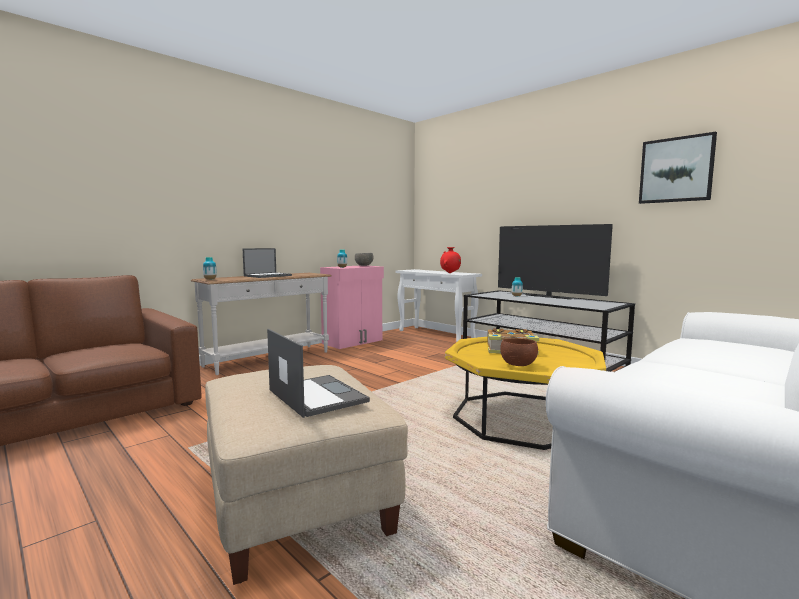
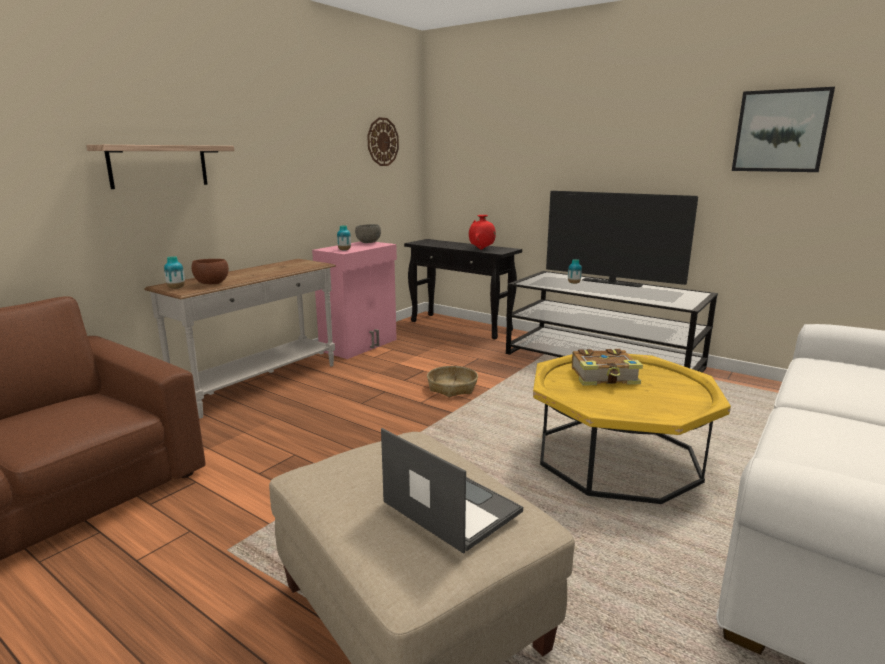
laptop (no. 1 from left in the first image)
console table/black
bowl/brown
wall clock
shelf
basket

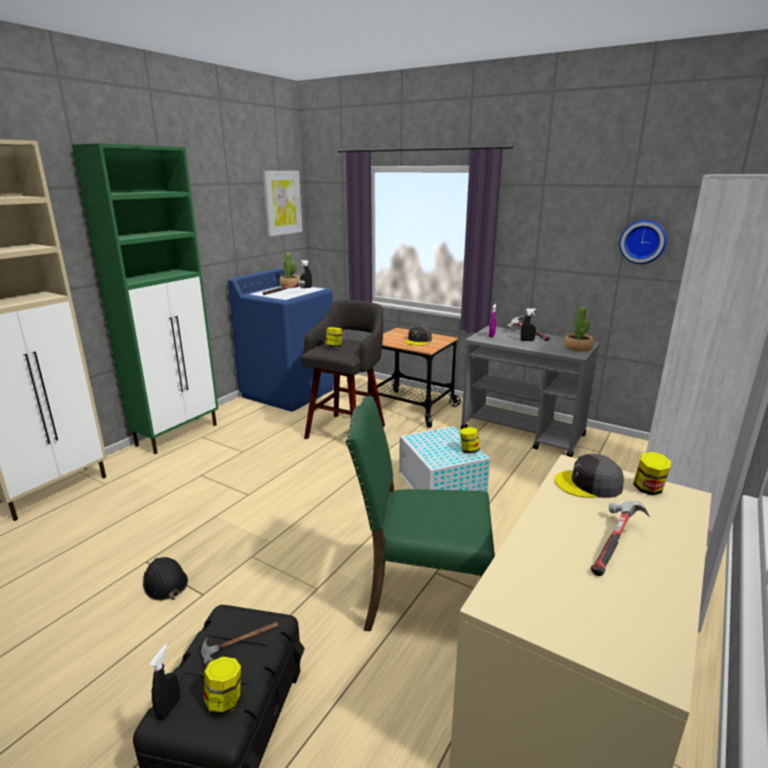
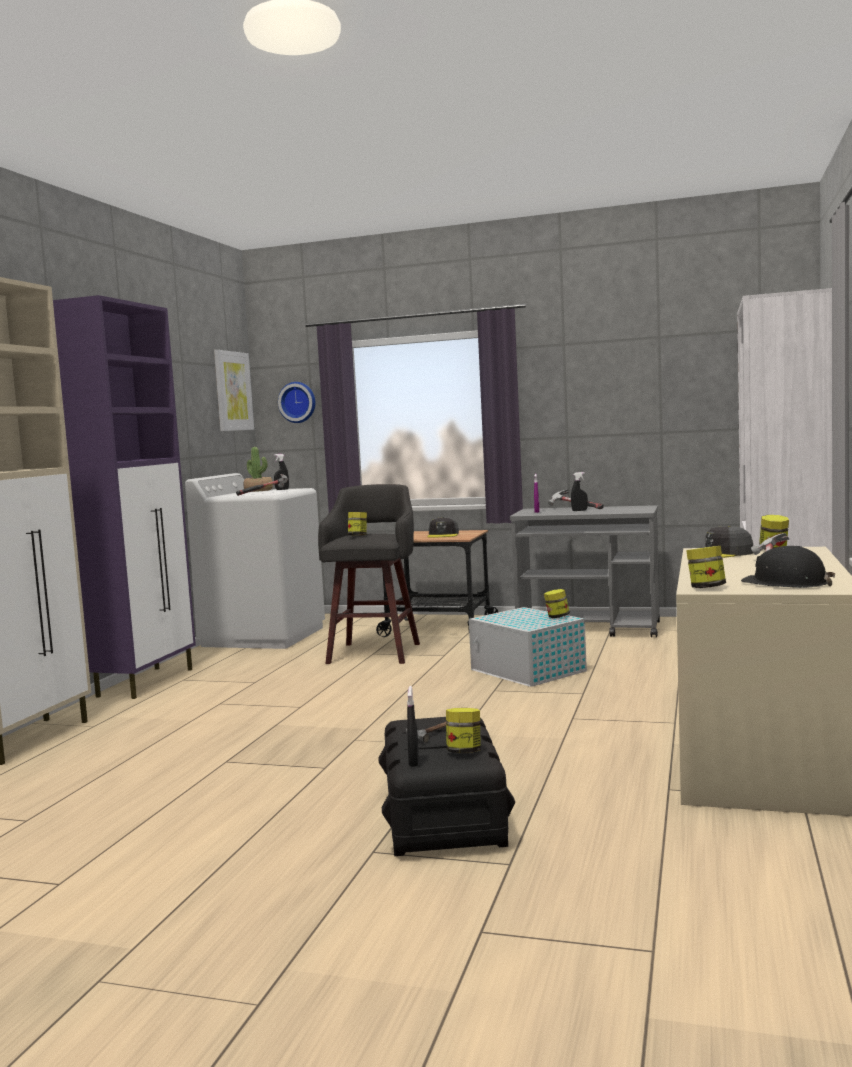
cabinet/purple
wall clock
washing machine/white
potted plant (no. 2 from left in the first image)
chair/green
hard hat/black
jar (no. 4 from left)

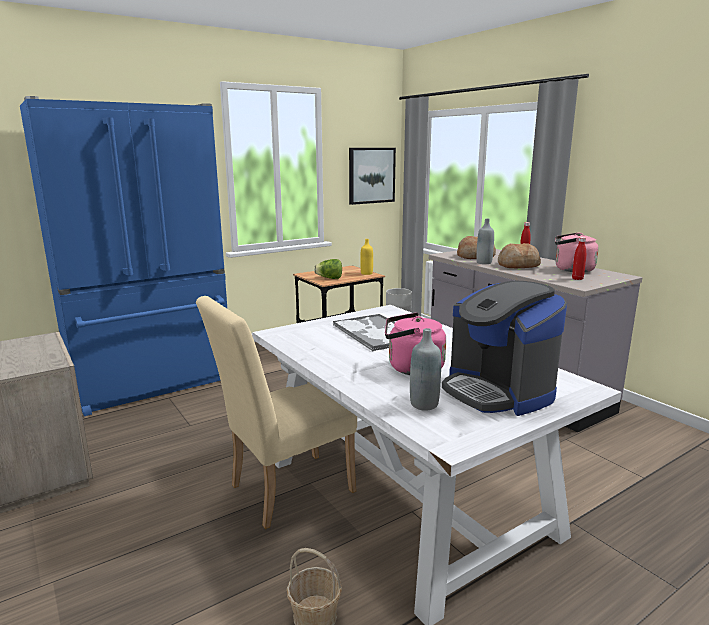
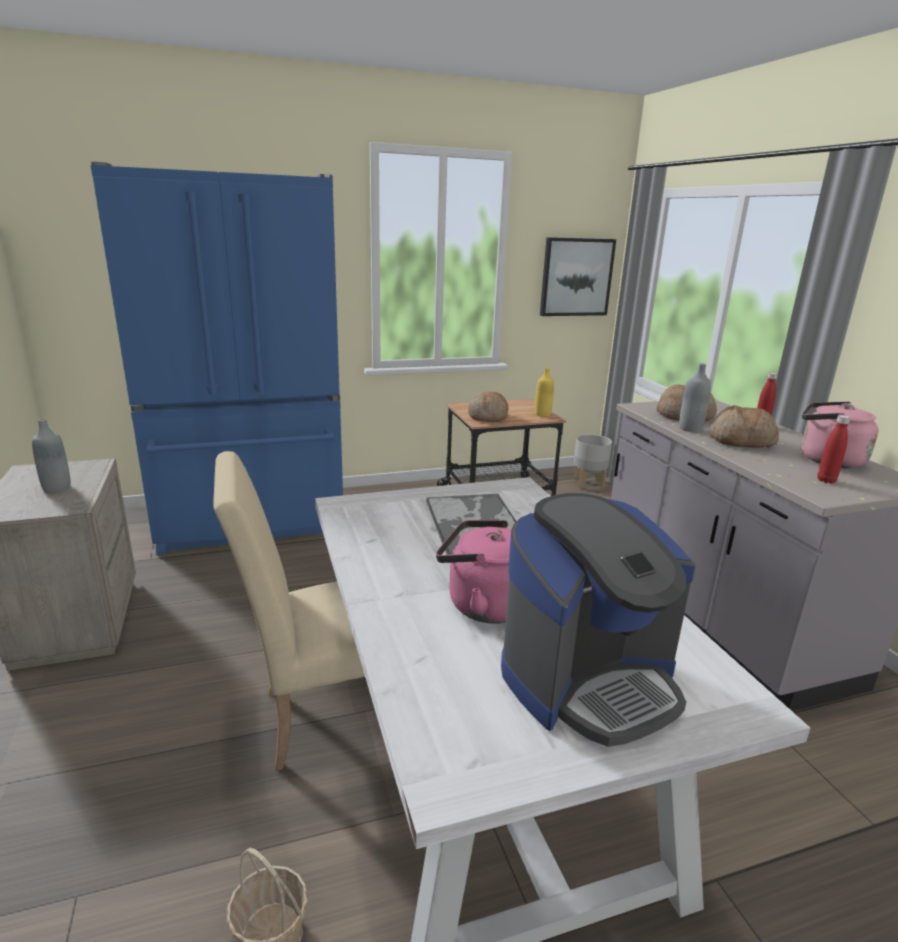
bread (no. 1 from left)
coffee machine
bottle/grey (no. 1 from left)

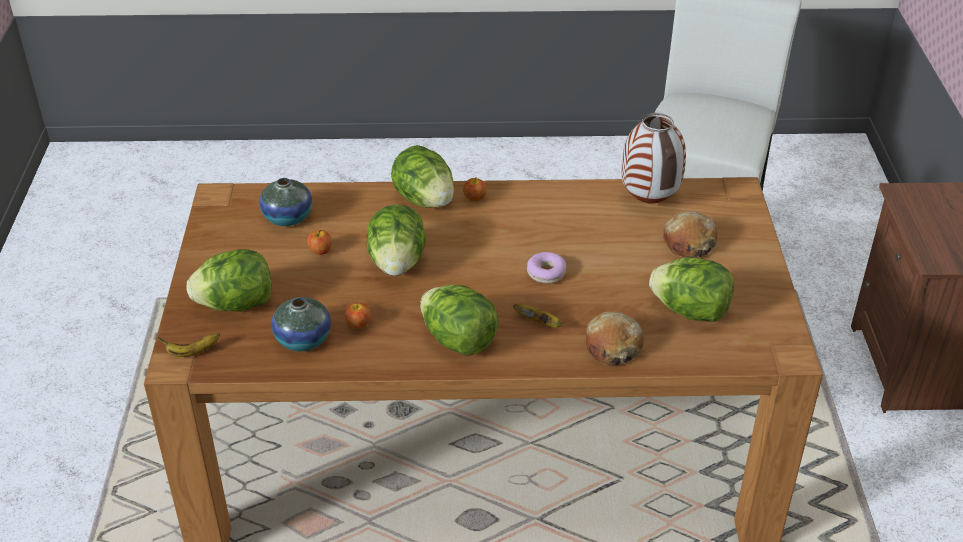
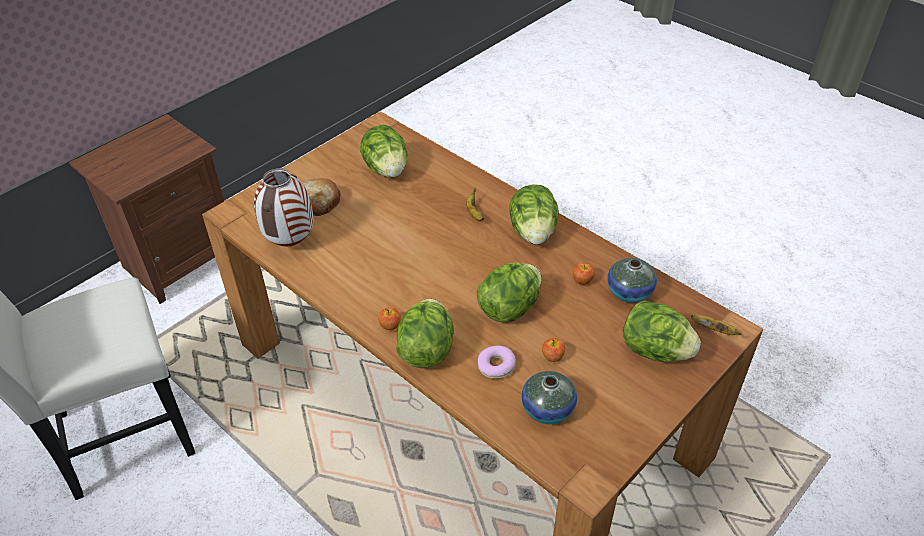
donut
bread (no. 1 from left in the first image)

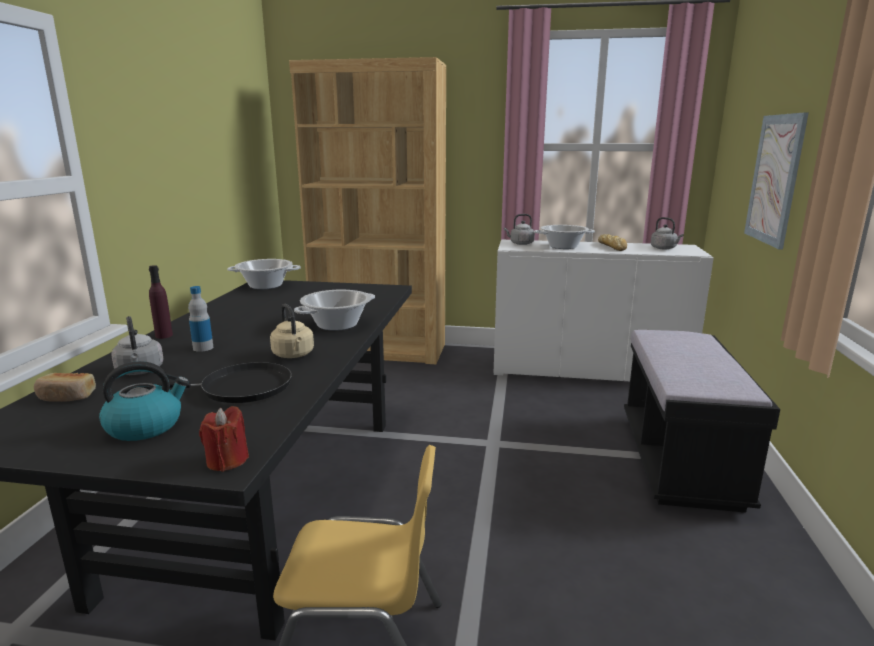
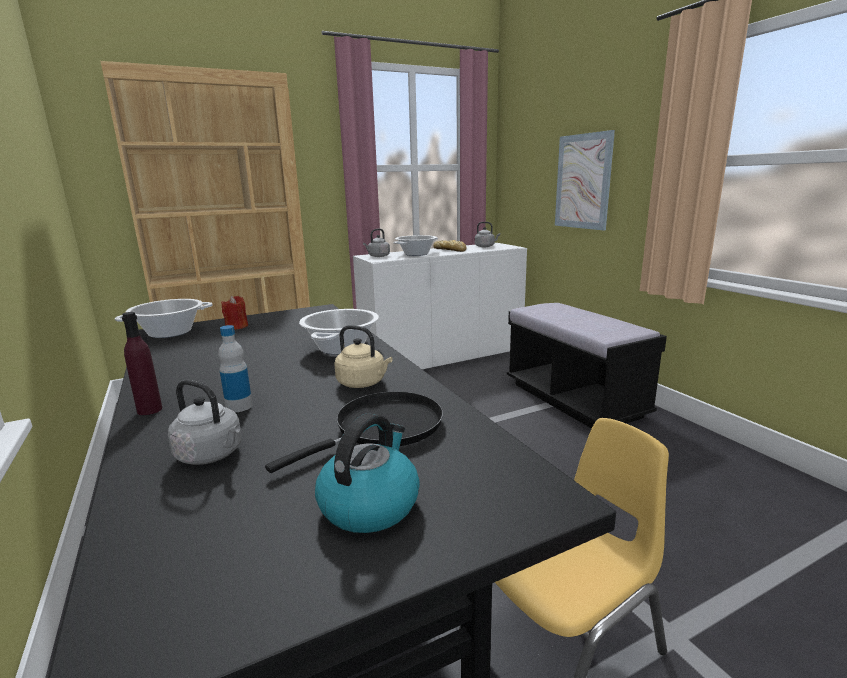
bread (no. 1 from left in the first image)
candle/red

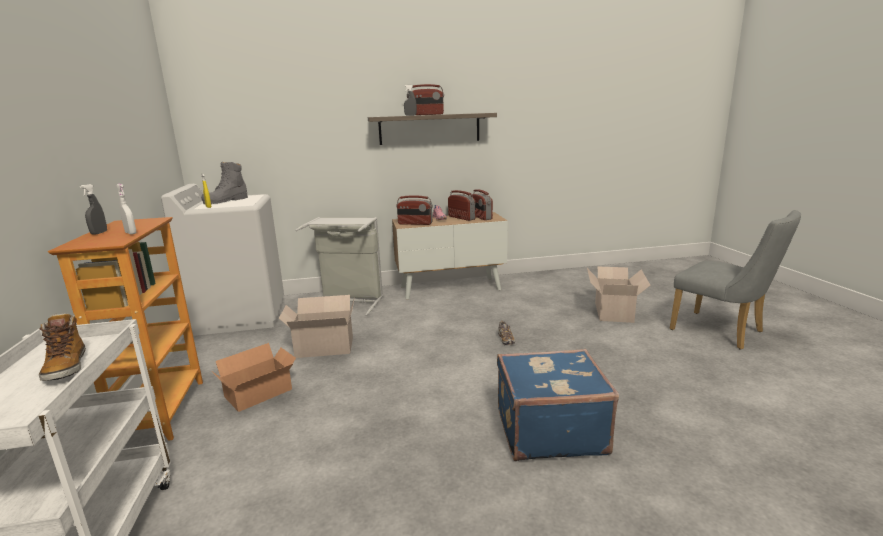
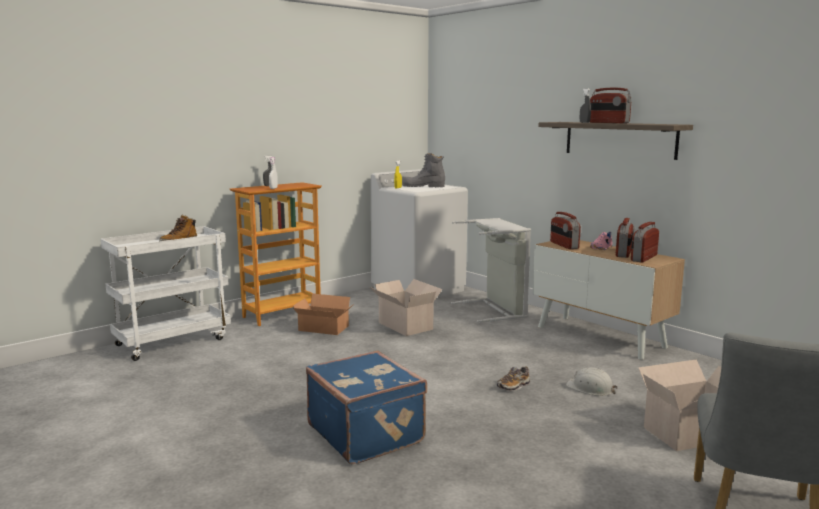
hard hat/white

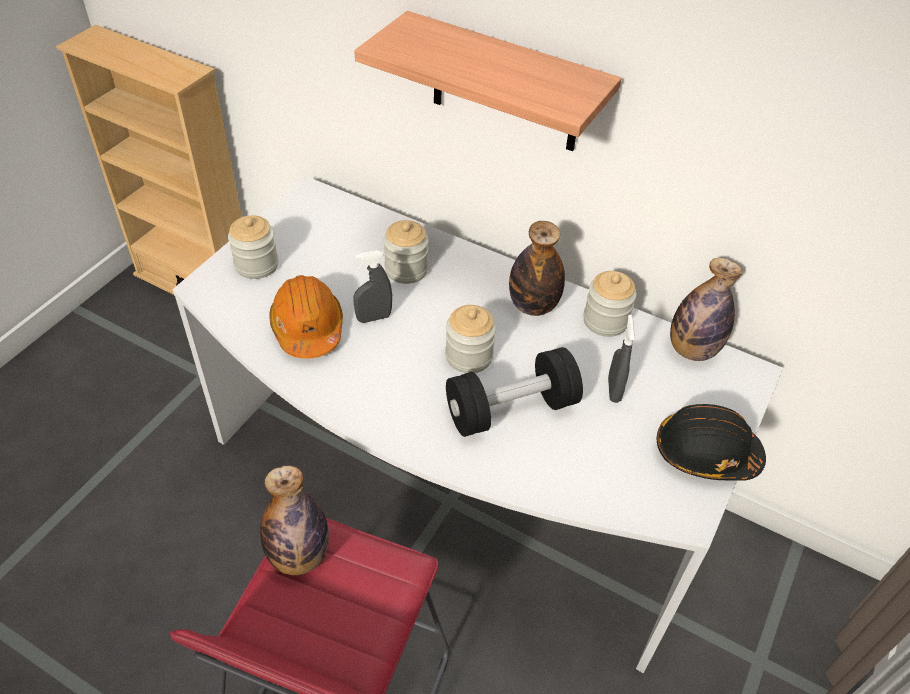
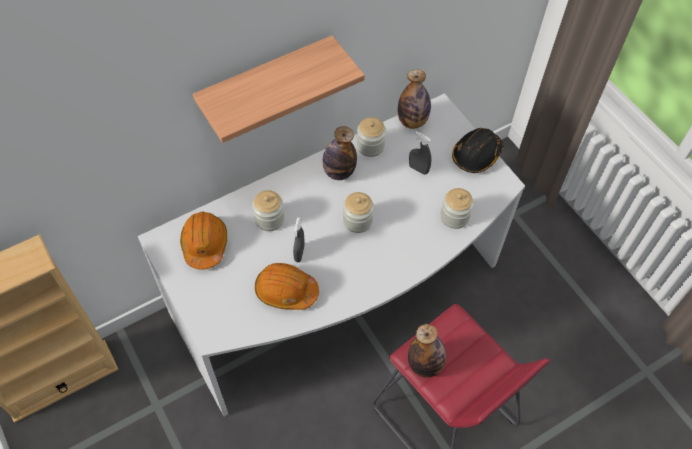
jar (no. 4 from left)
dumbbell/black
hard hat/orange (no. 1 from left)

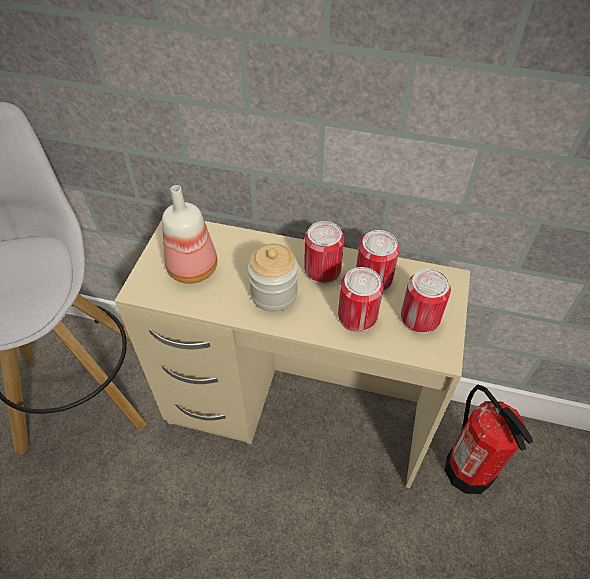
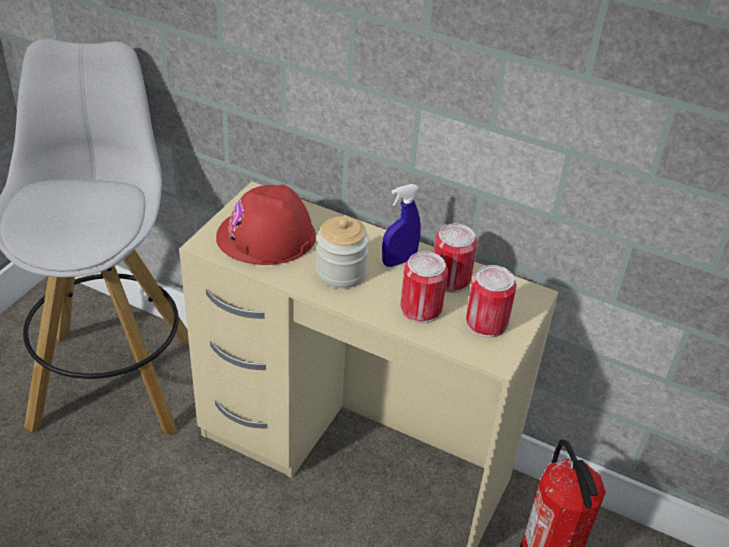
hard hat/red
spray bottle/blue

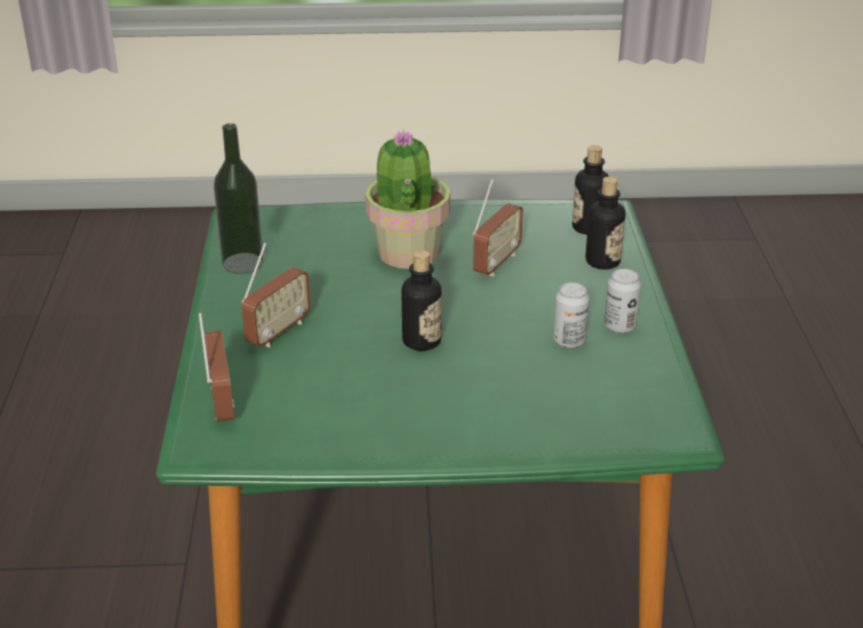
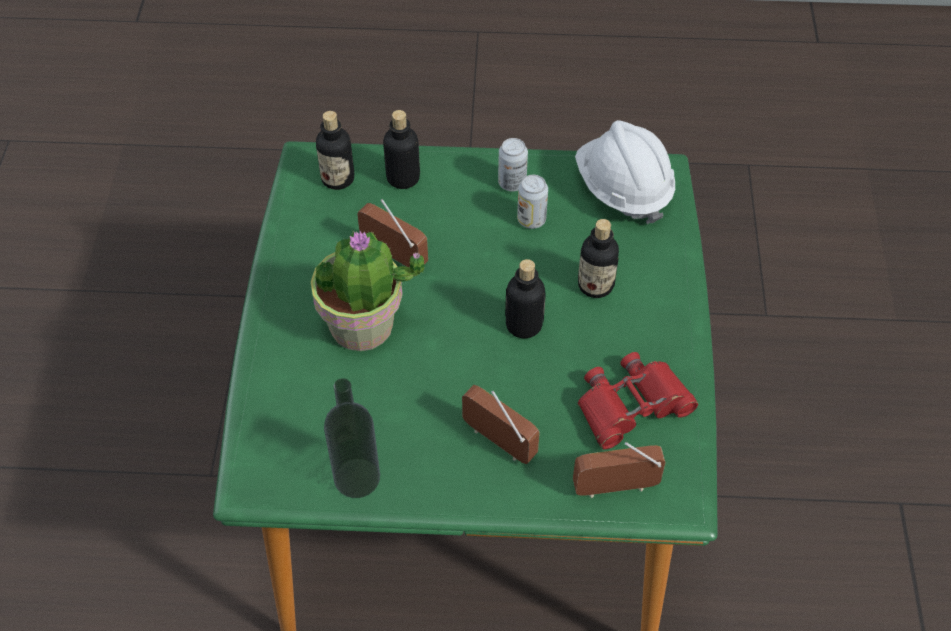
hard hat/white
bottle (no. 5 from left)
binoculars/red

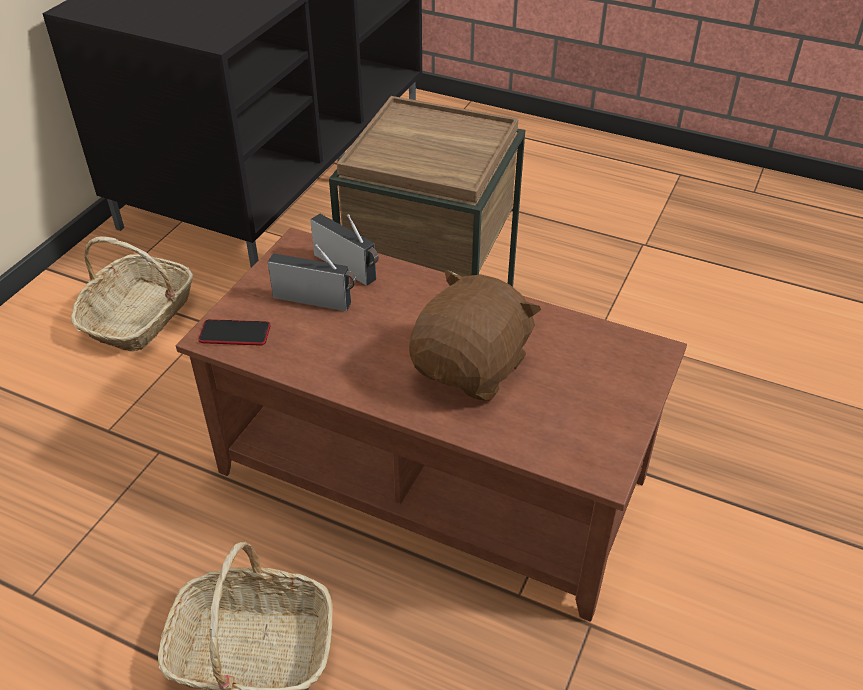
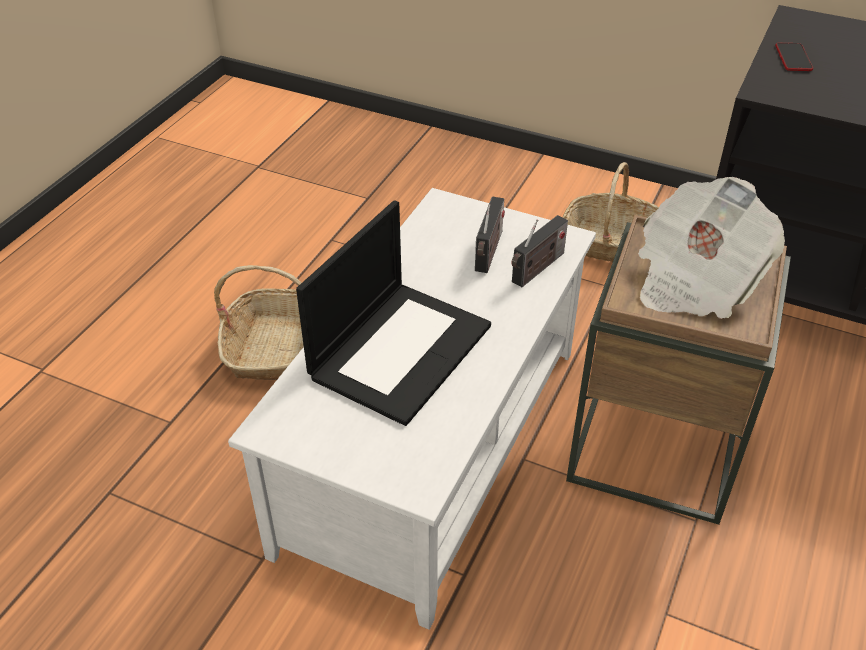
coffee table/white
laptop
phone
newspaper

